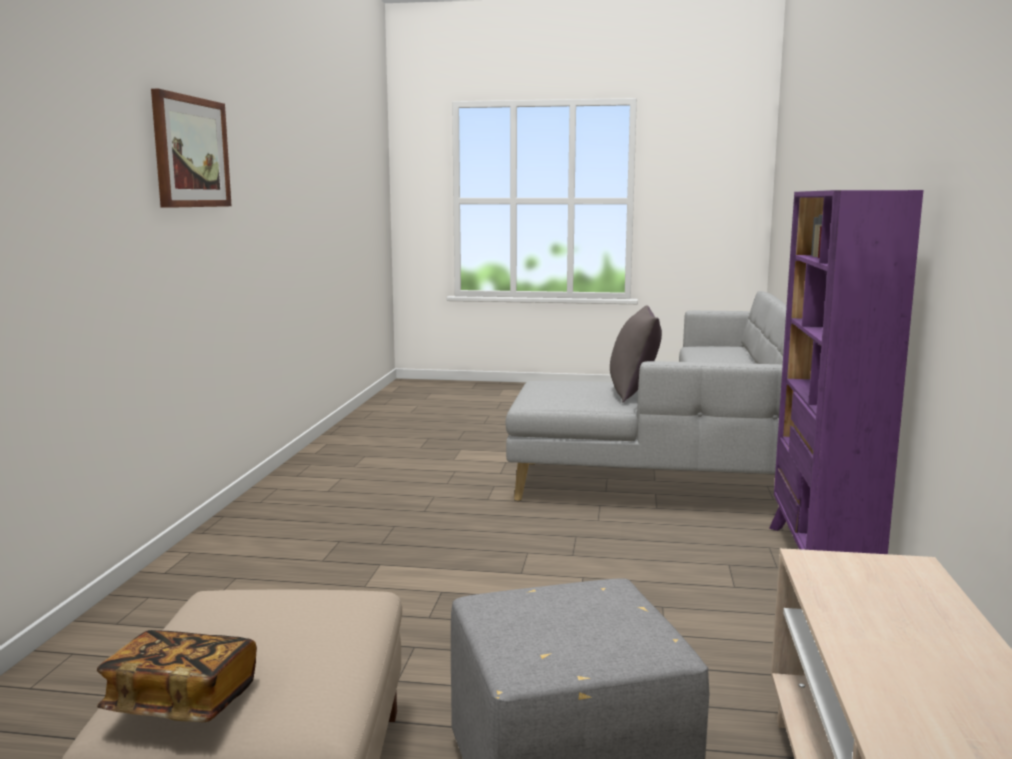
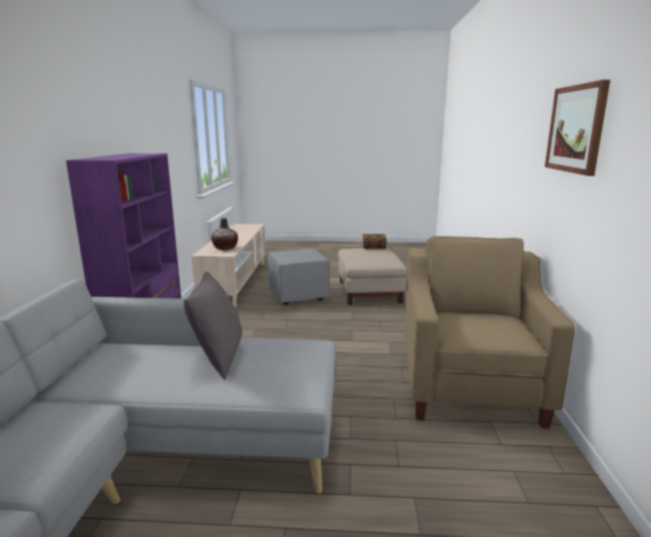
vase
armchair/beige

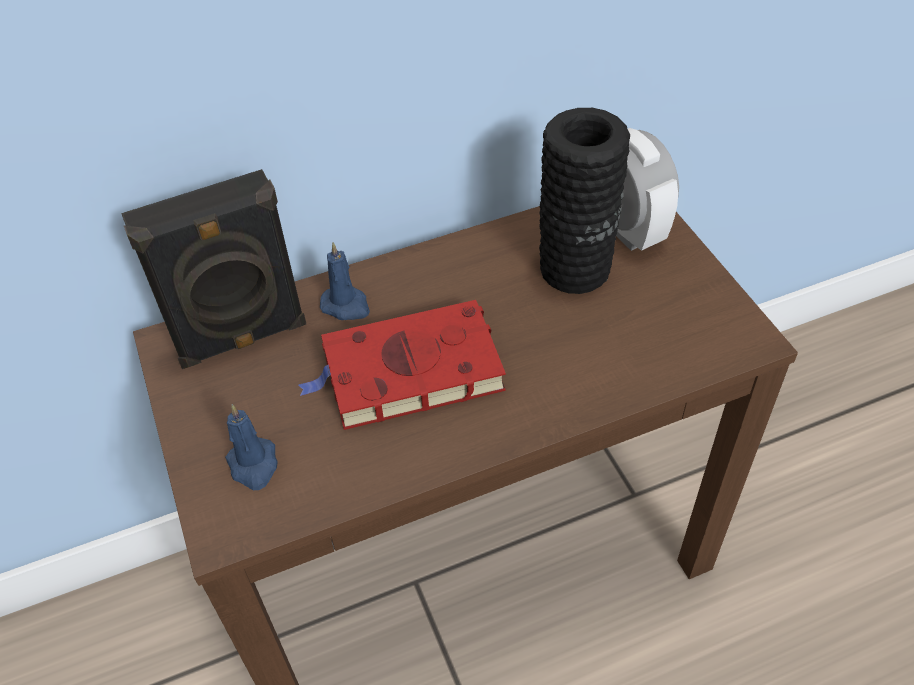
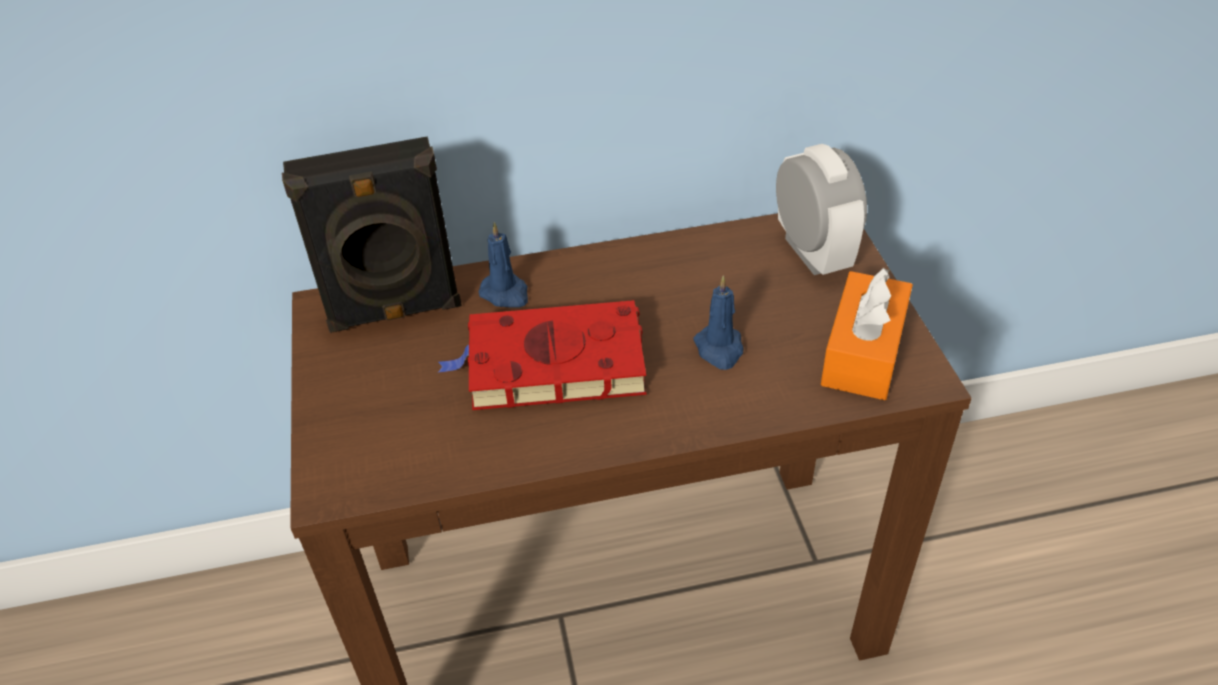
vase/black
candle/blue (no. 2 from left)
tissue box/orange

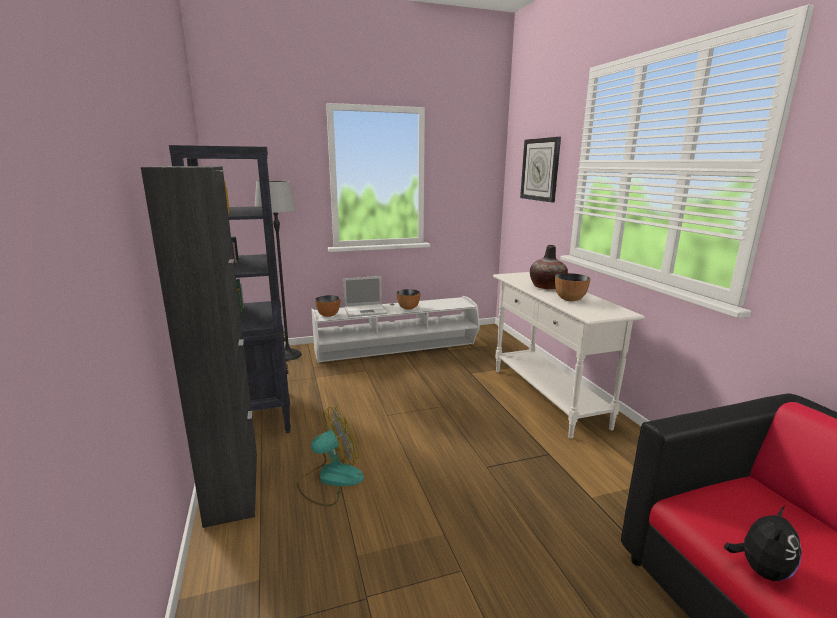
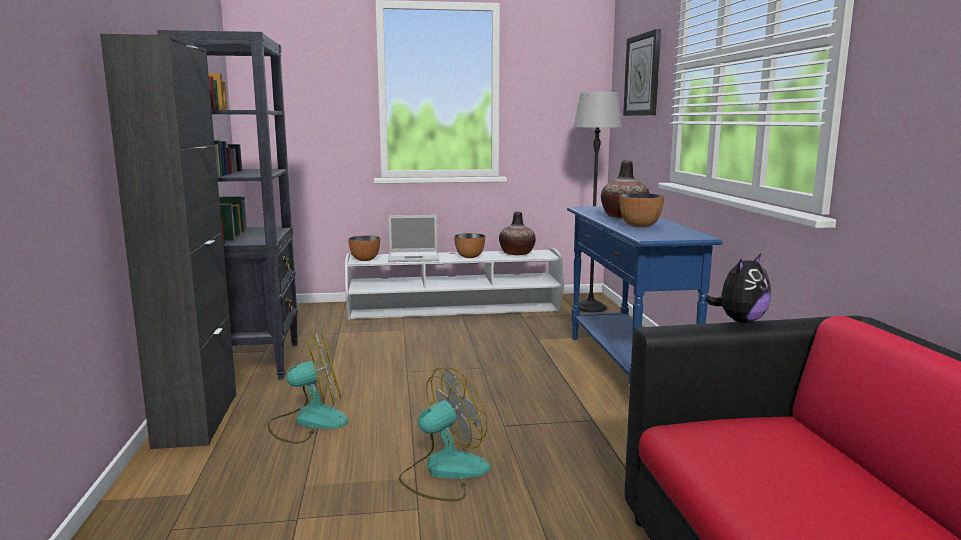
floor lamp
console table/blue
plush toy
vase (no. 1 from left)
fan (no. 2 from left)

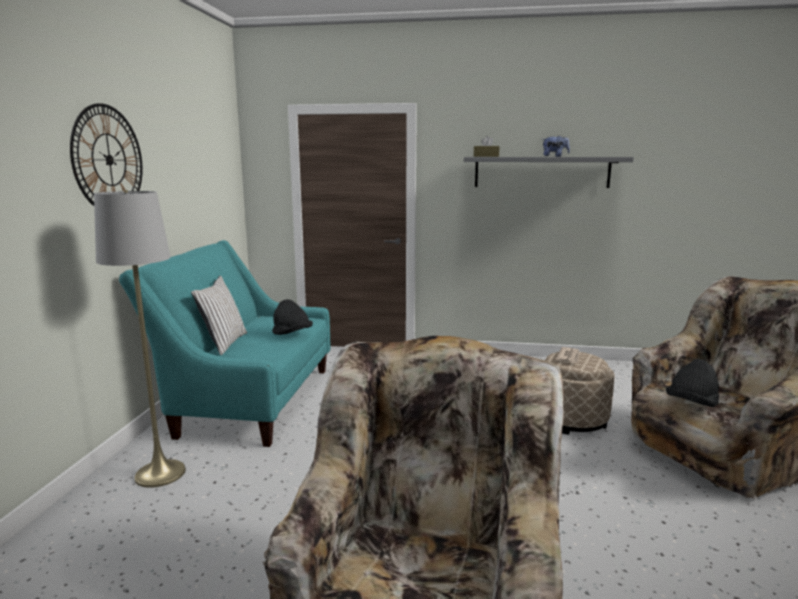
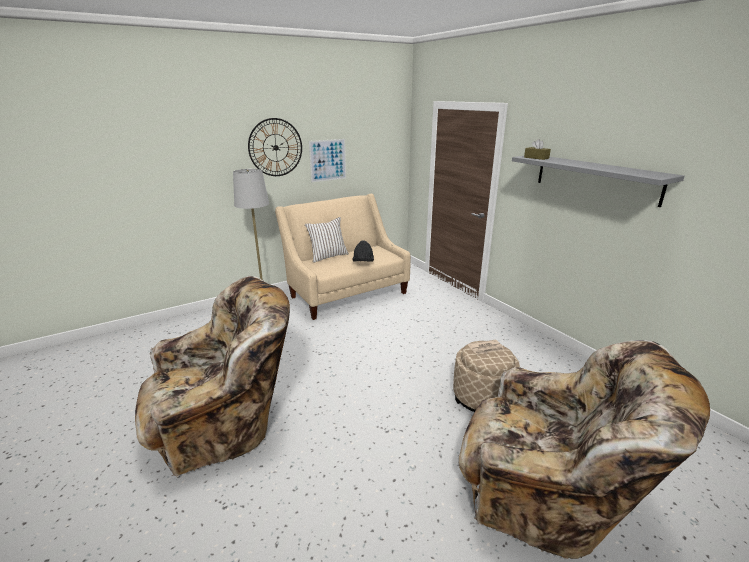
plush toy
sofa/beige
hat/black (no. 2 from left in the first image)
picture

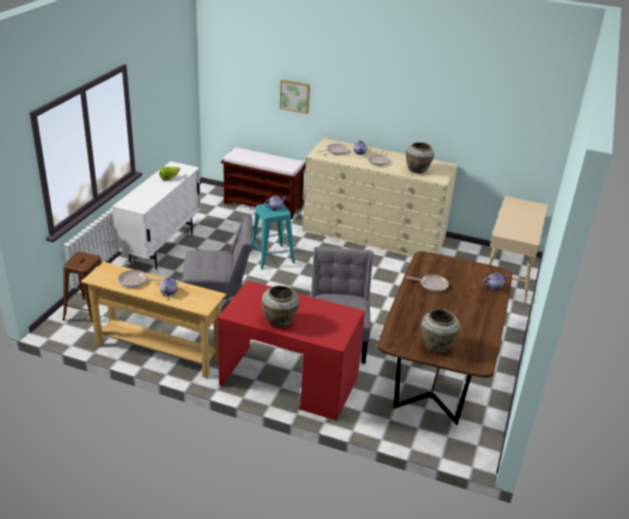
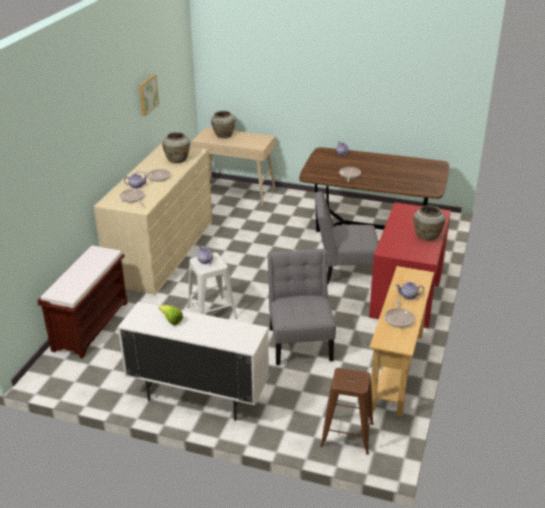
picture
stool/white
vase/beige (no. 2 from left)

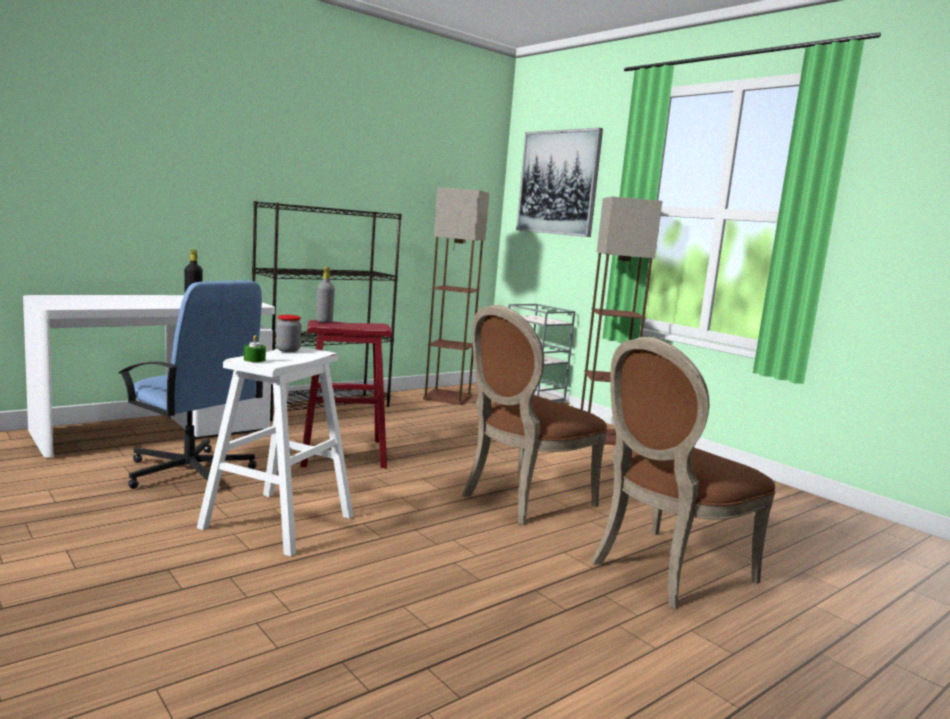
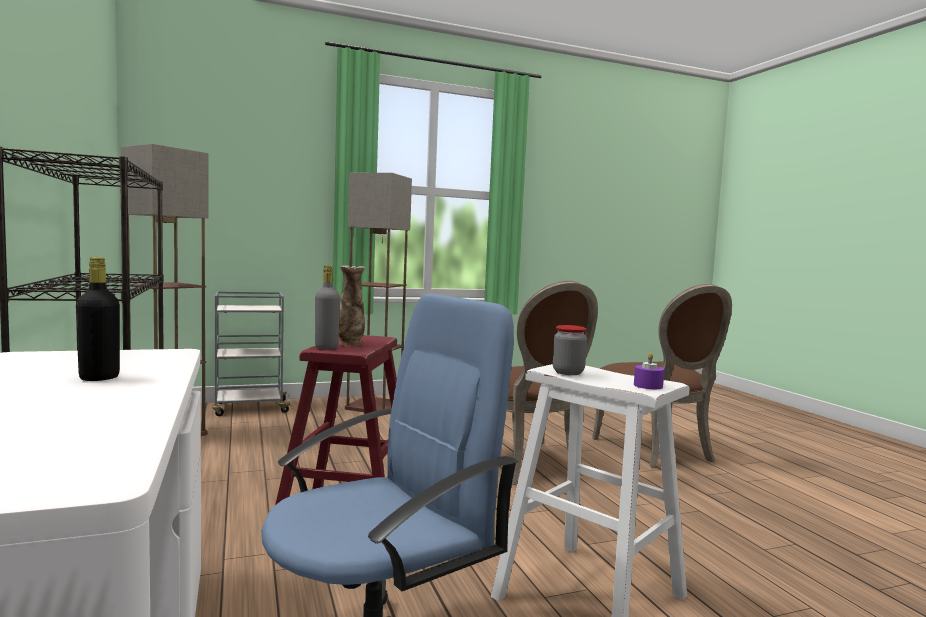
picture
candle/purple
vase

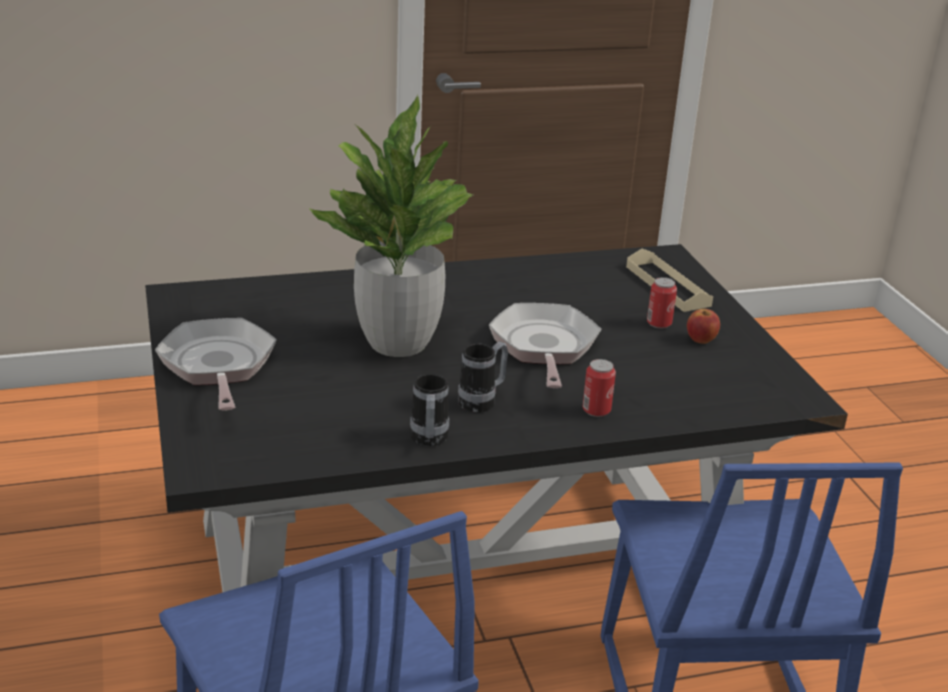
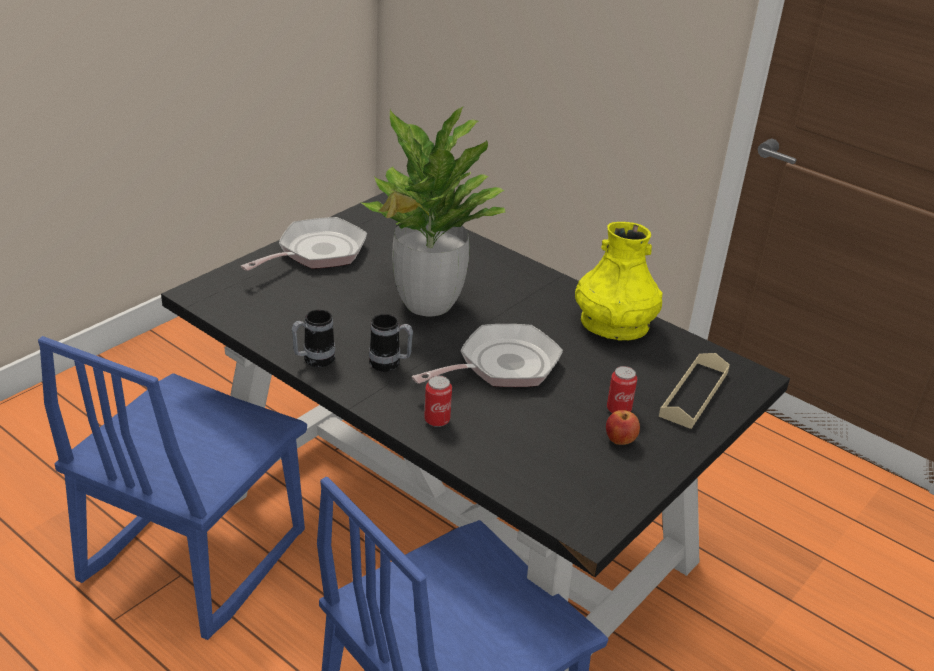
vase/yellow

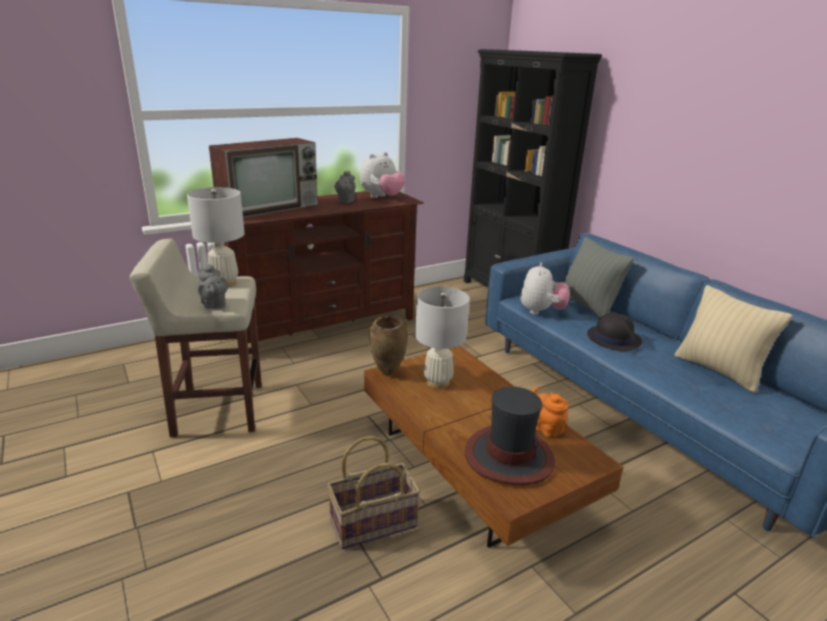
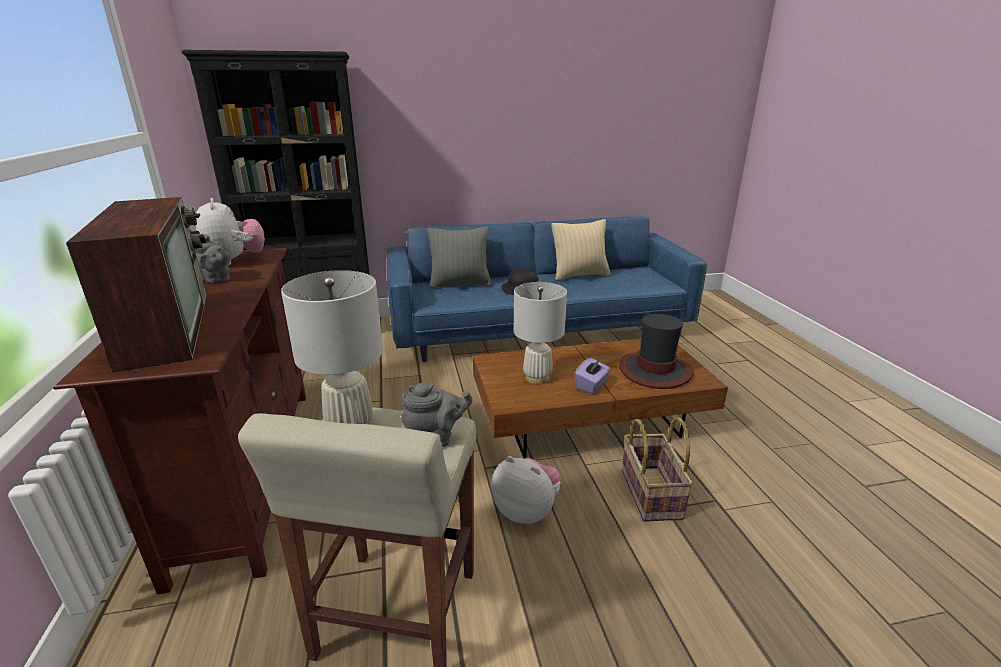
plush toy (no. 2 from left)
vase/brown
teapot/orange
tissue box/purple

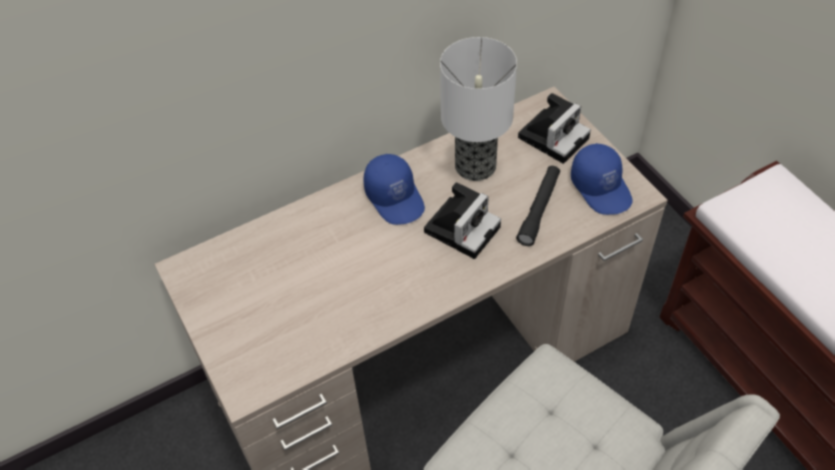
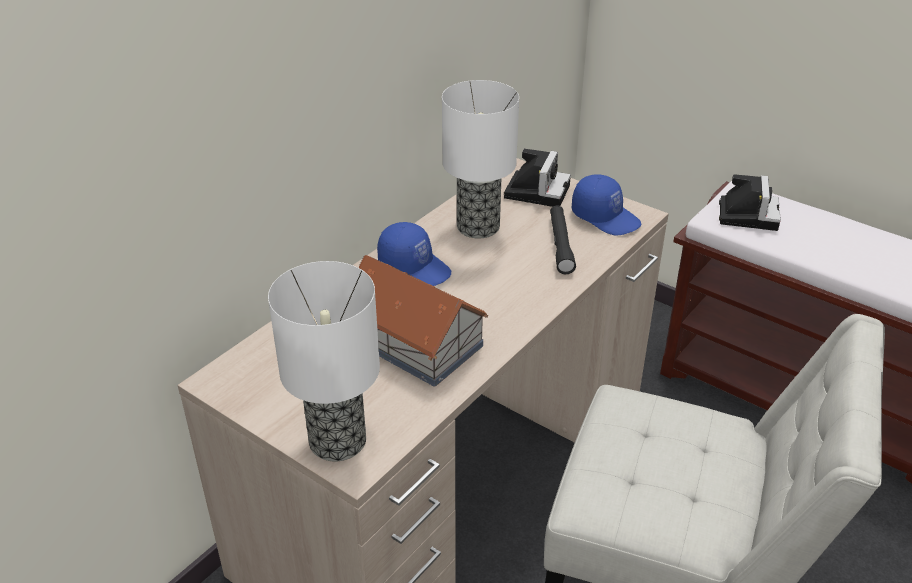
photo camera (no. 2 from left)
toy house
table lamp (no. 1 from left)

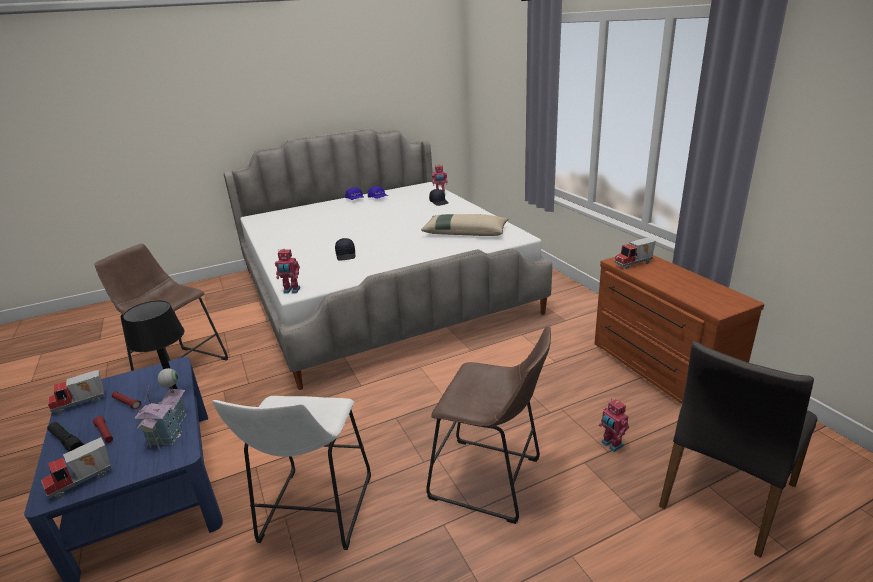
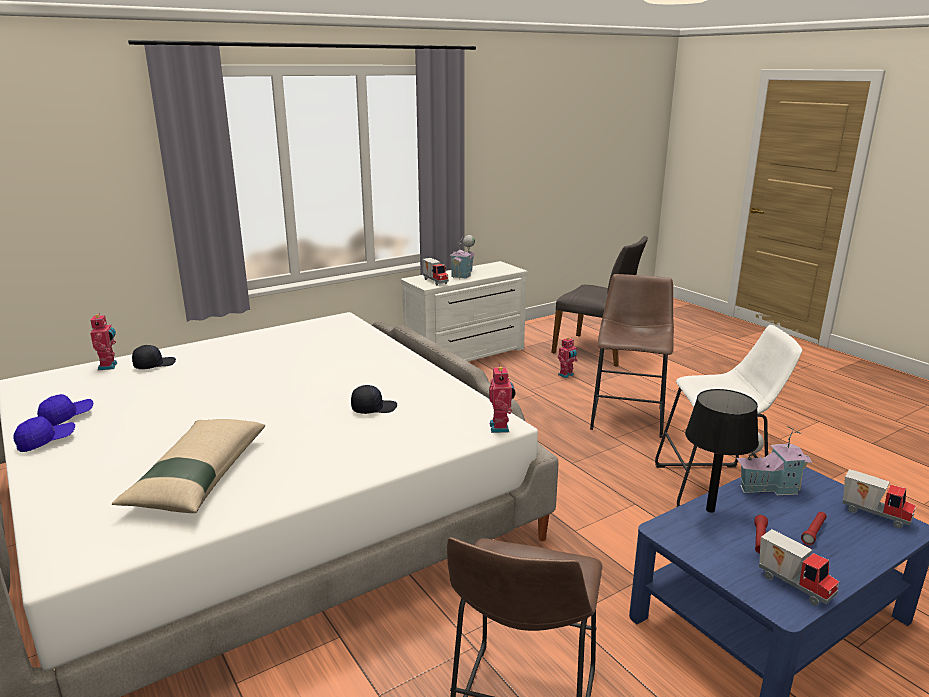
pillow/beige
dresser/white
flashlight/black
toy house (no. 1 from left)

